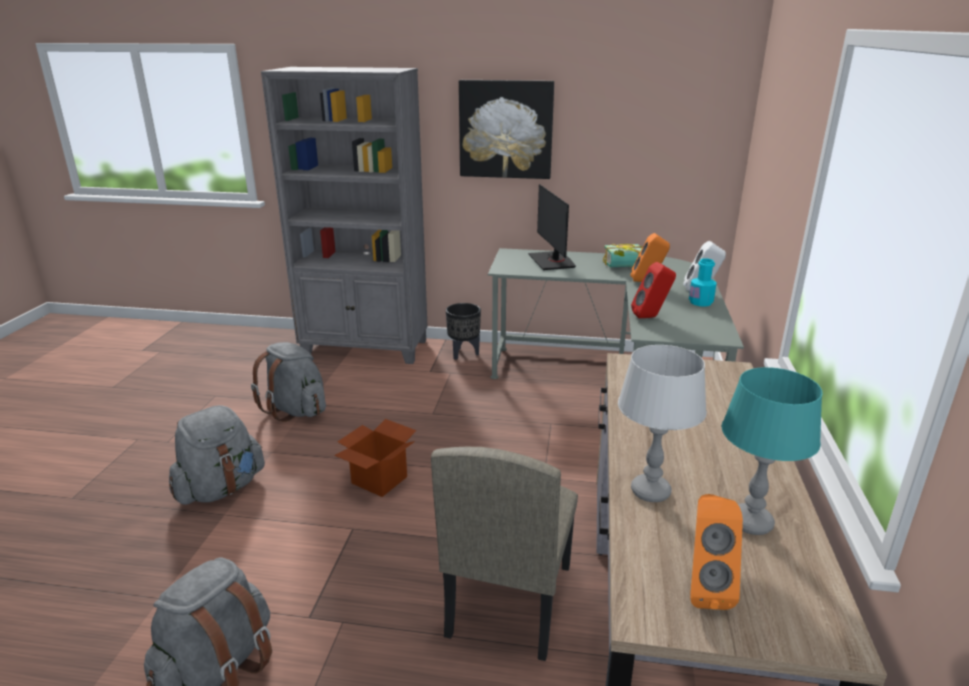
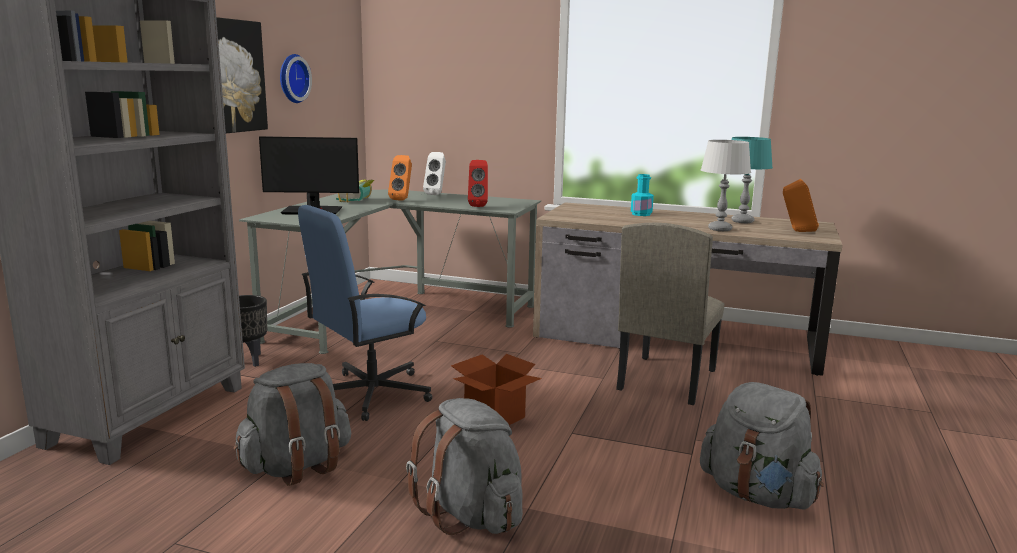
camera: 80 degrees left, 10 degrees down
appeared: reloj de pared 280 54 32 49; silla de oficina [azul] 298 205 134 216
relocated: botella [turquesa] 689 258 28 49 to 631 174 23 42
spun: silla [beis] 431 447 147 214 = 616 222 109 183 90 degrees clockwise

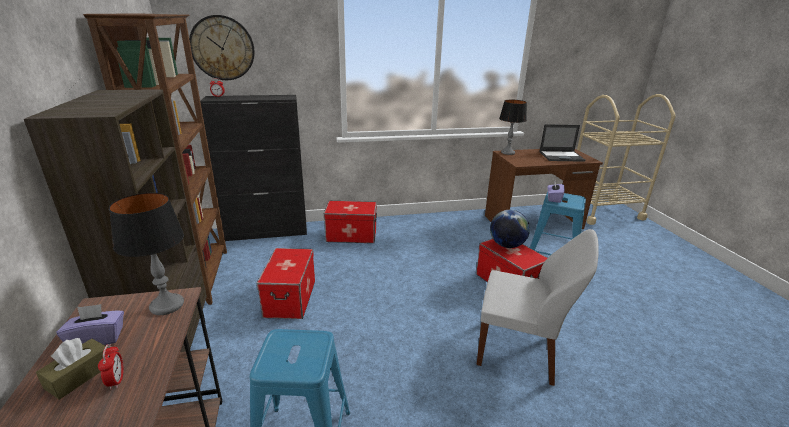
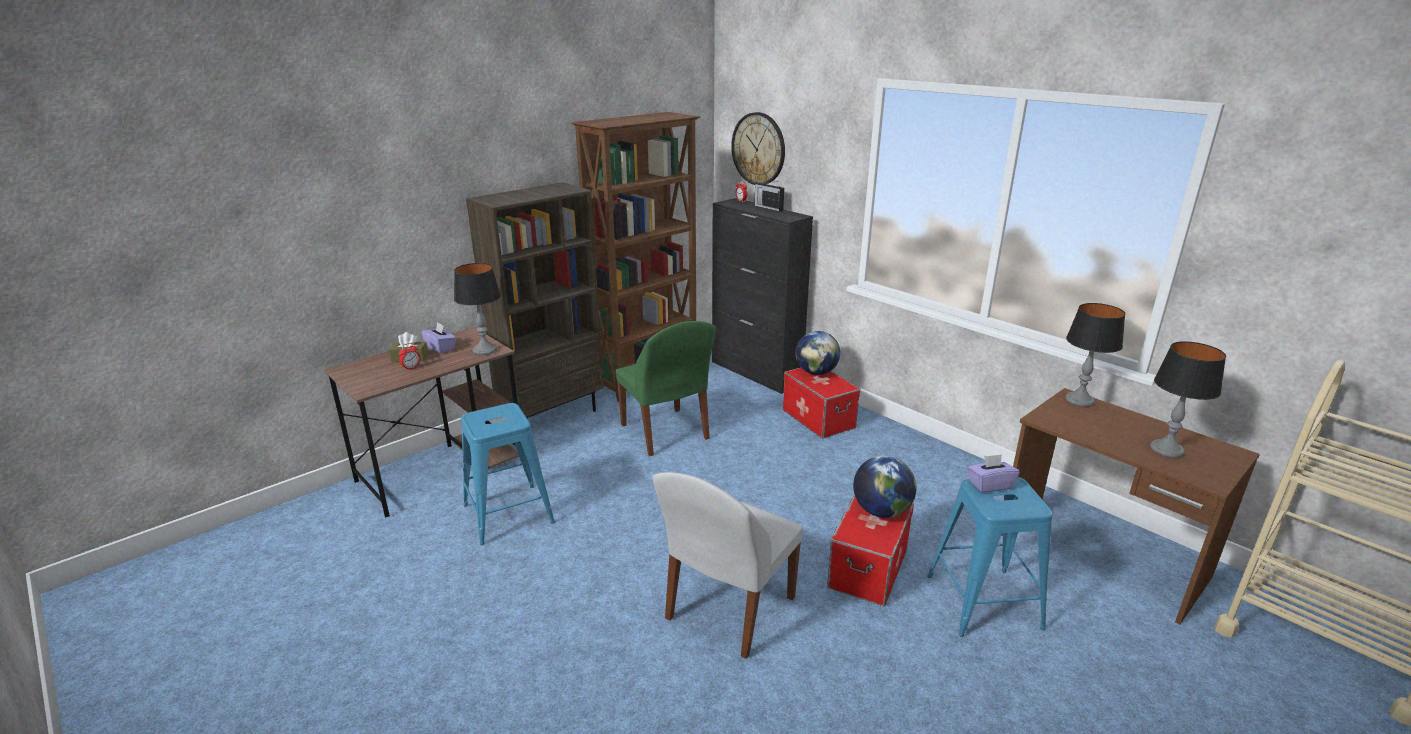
camera: 60 degrees right, 0 degrees up
appeared: radio 755 181 29 30; globo terráqueo 796 331 44 44
exchanged: caja de almacenaje 257 248 58 71 to silla [verde] 616 321 100 135; portátil 539 124 47 38 to lámpara de mesa 1150 341 76 117
spun: silla [blanco] 477 229 122 157 = 653 472 150 187 45 degrees clockwise

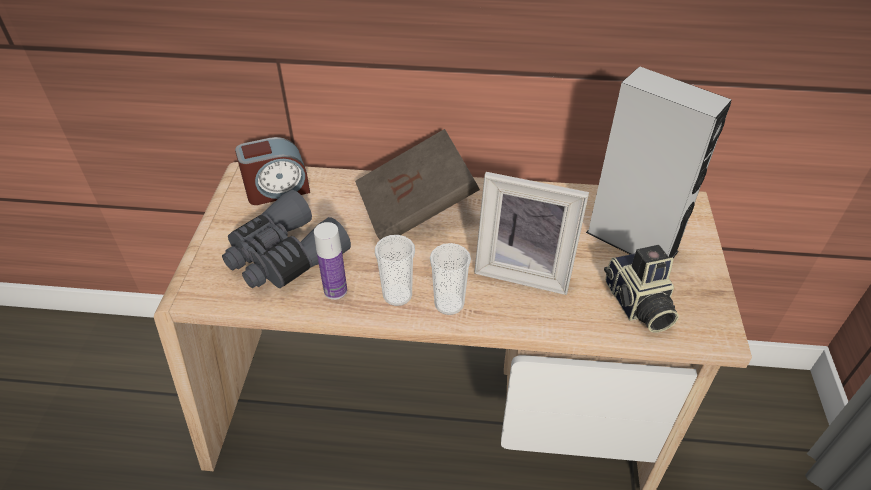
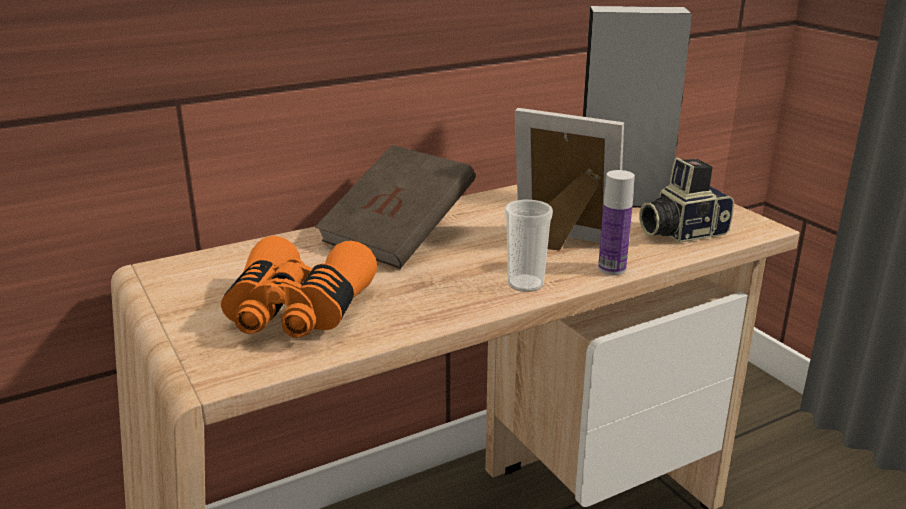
camera: 35 degrees left, 20 degrees down
missing: despertador 235 137 75 68; taza 375 235 40 71
relocated: botella 314 222 33 78 to 598 170 37 105
colour: prismáticos [gris] 222 190 129 98 to prismáticos [naranja] 221 236 156 102
spun: portarretratos 474 172 115 123 = 515 108 109 143 135 degrees counterclockwise; cámara 604 245 75 88 = 639 157 95 86 120 degrees clockwise

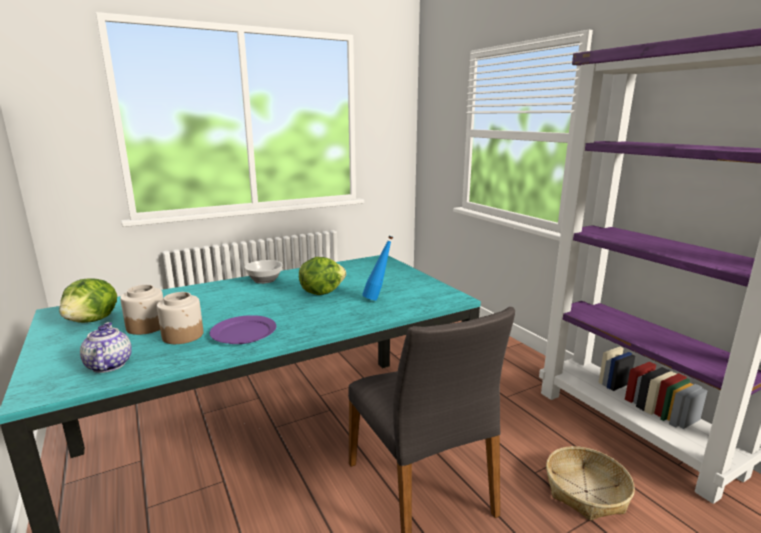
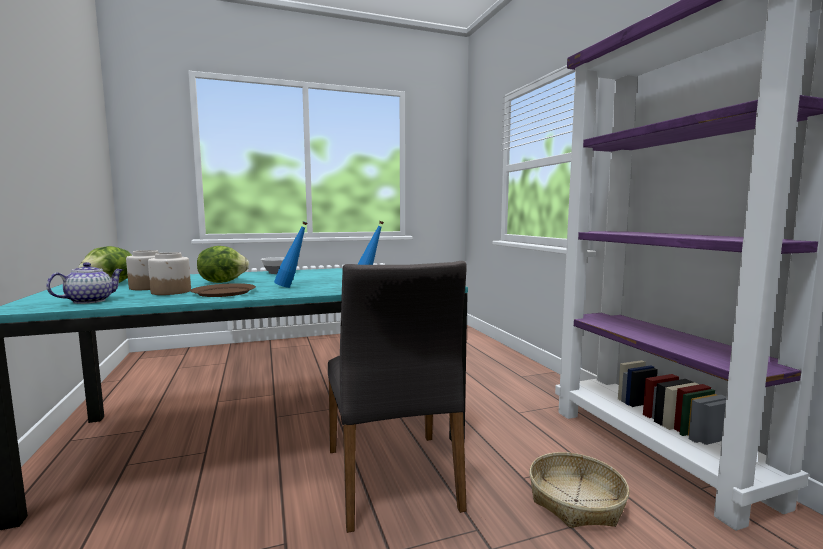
camera: 10 degrees right, 10 degrees down
appeared: botella [azul] 274 221 33 67
relocated: lechuga 299 257 47 38 to 197 246 52 37
colour: plato [morado] 210 315 66 29 to plato [marrón] 190 283 66 14
spun: tetera 80 322 52 51 = 46 262 78 42 45 degrees clockwise

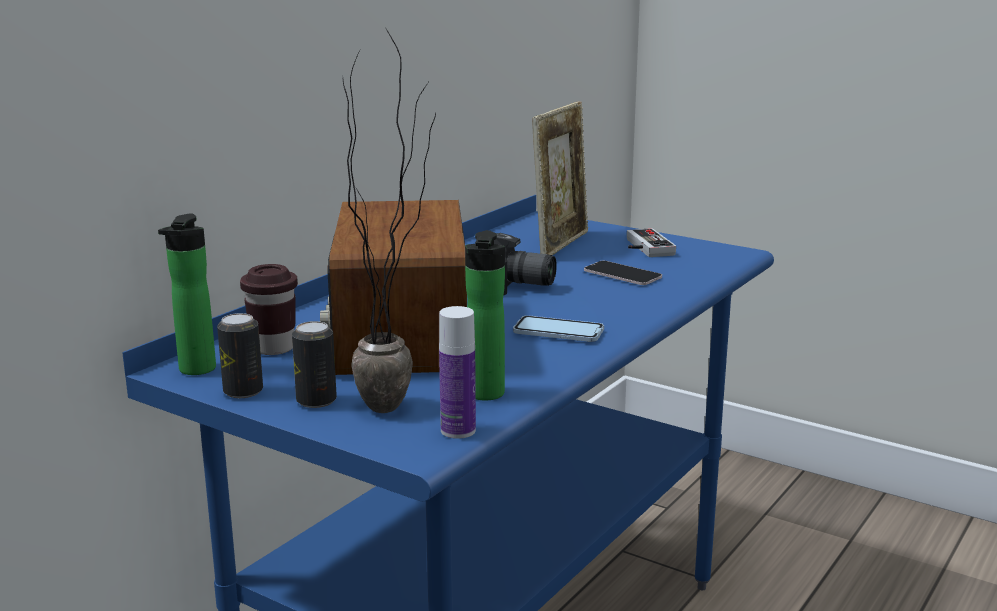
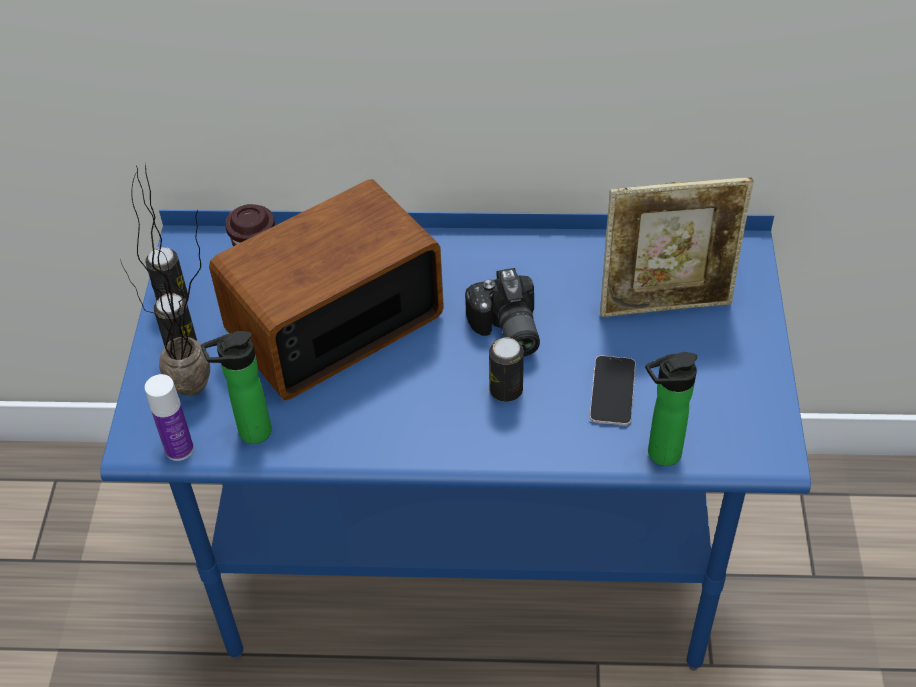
camera: 60 degrees right, 30 degrees up
missing: móvil 513 315 91 27; mando de consola 627 228 49 29
appeared: lata 489 337 35 65
relocated: botella 158 213 58 162 to 645 352 52 114

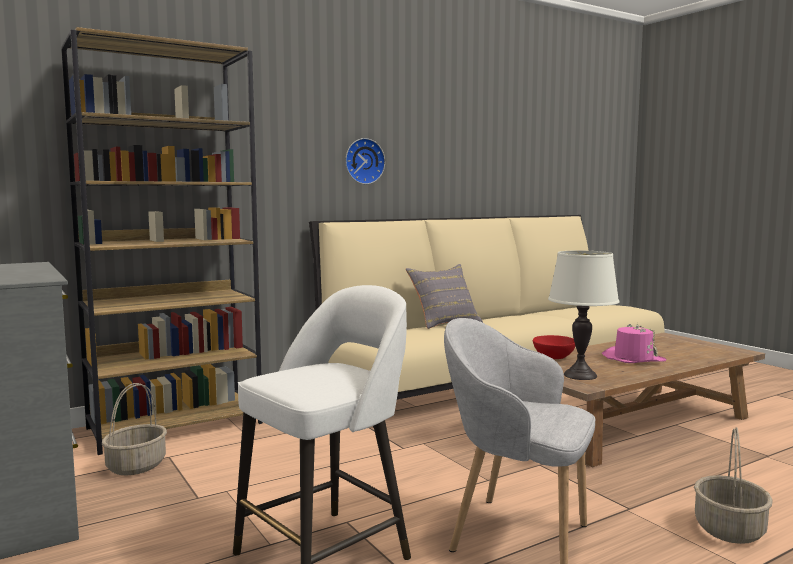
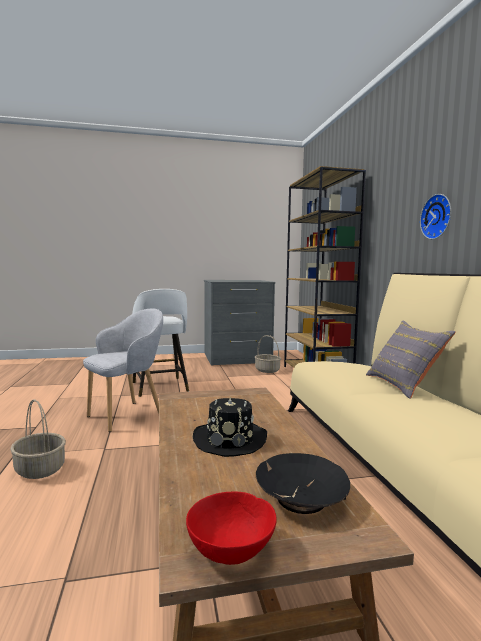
camera: 110 degrees right, 0 degrees up
missing: lámpara de mesa [blanco] 548 250 71 130
appeared: cuenco [negro] 256 453 94 61
relocated: cuenco [rojo] 533 335 42 24 to 186 492 91 73
colour: sombrero [rosa] 602 323 64 40 to sombrero [negro] 193 397 74 60

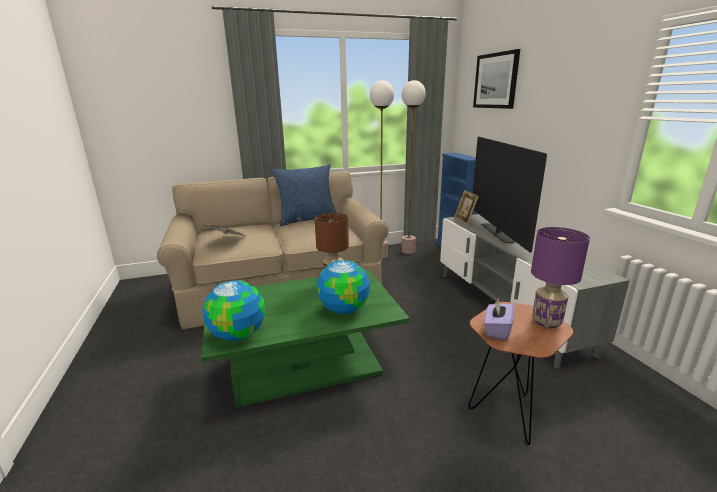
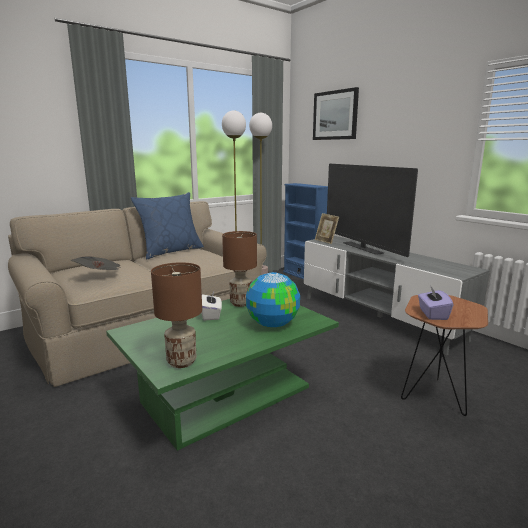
camera: 20 degrees left, 5 degrees down
missing: lámpara de mesa [morado] 531 227 59 101
appeared: caja de pañuelos [blanco] 201 291 21 29
exchanged: globo terráqueo 202 281 63 60 to lámpara de mesa [marrón] 151 262 51 106

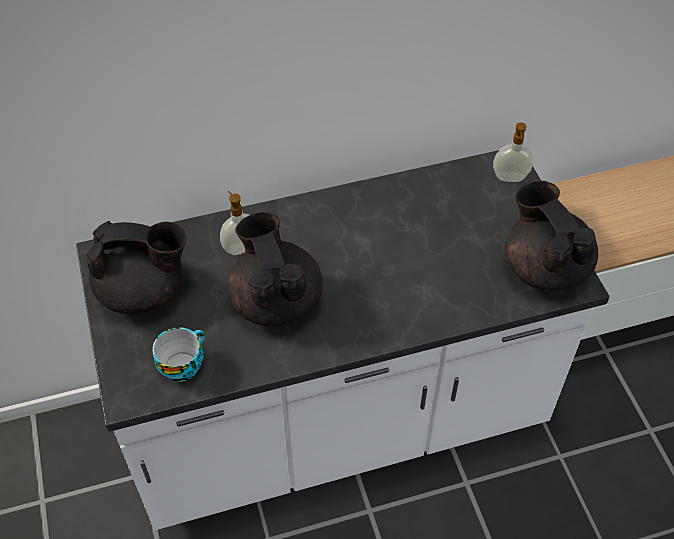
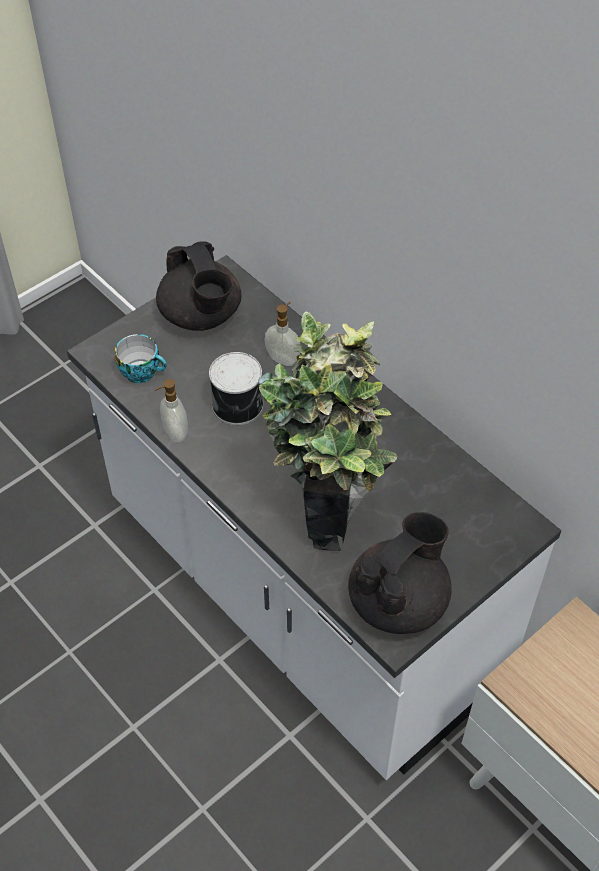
camera: 65 degrees right, 0 degrees up
appeared: planta en maceta 258 311 139 240
relocated: dispensador de jabón 493 123 41 59 to 155 379 33 64
exchanged: tetera [negro] 228 212 95 115 to lata 209 352 54 73

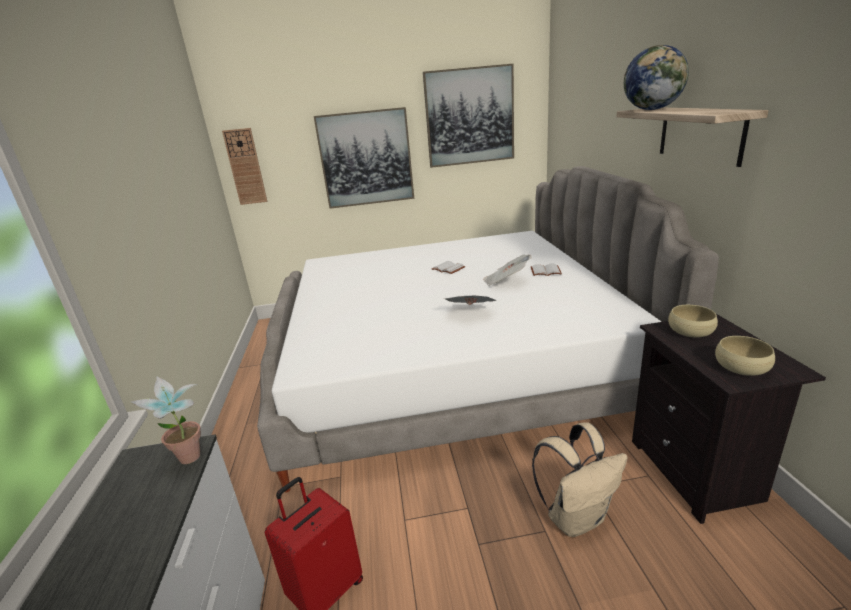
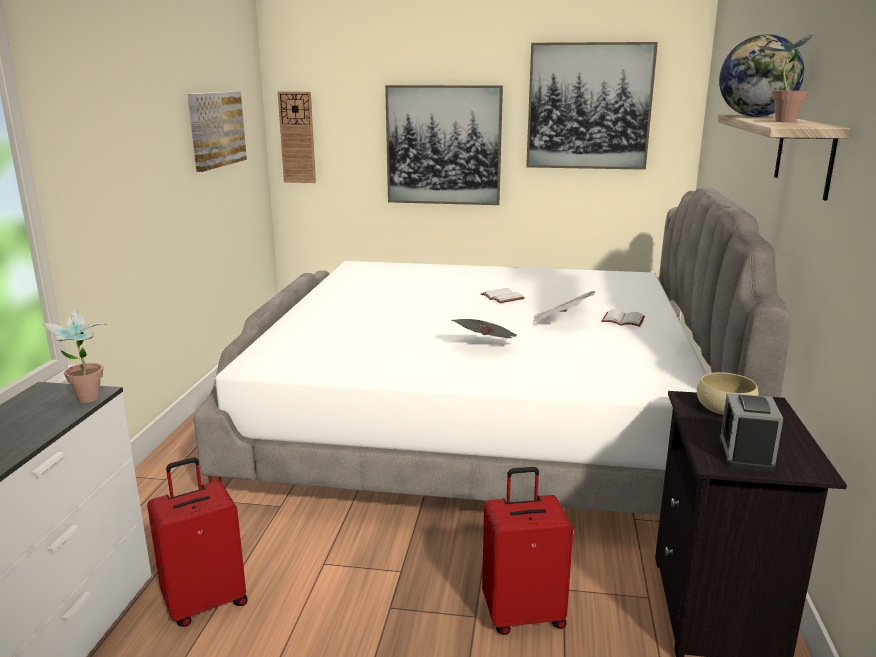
camera: 15 degrees right, 5 degrees down
appeared: cuadro 188 91 59 81; planta en maceta 758 30 58 92
exchanged: mochila [beis] 532 422 96 115 to maleta [rojo] 482 467 91 168; cuenco [beis] 715 336 60 40 to despertador 719 393 64 79

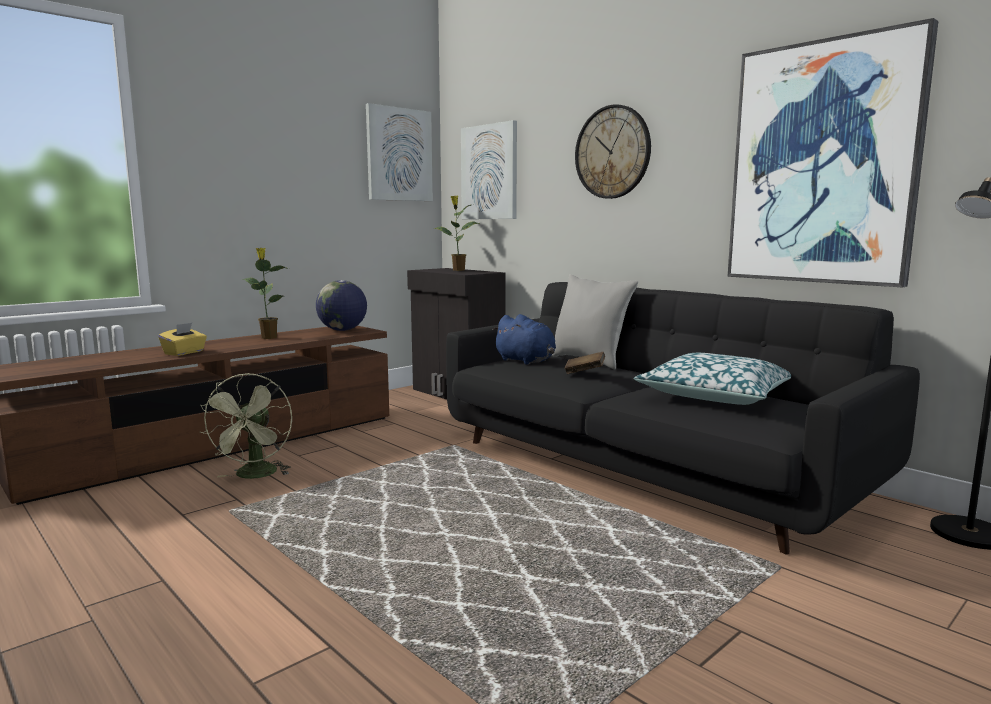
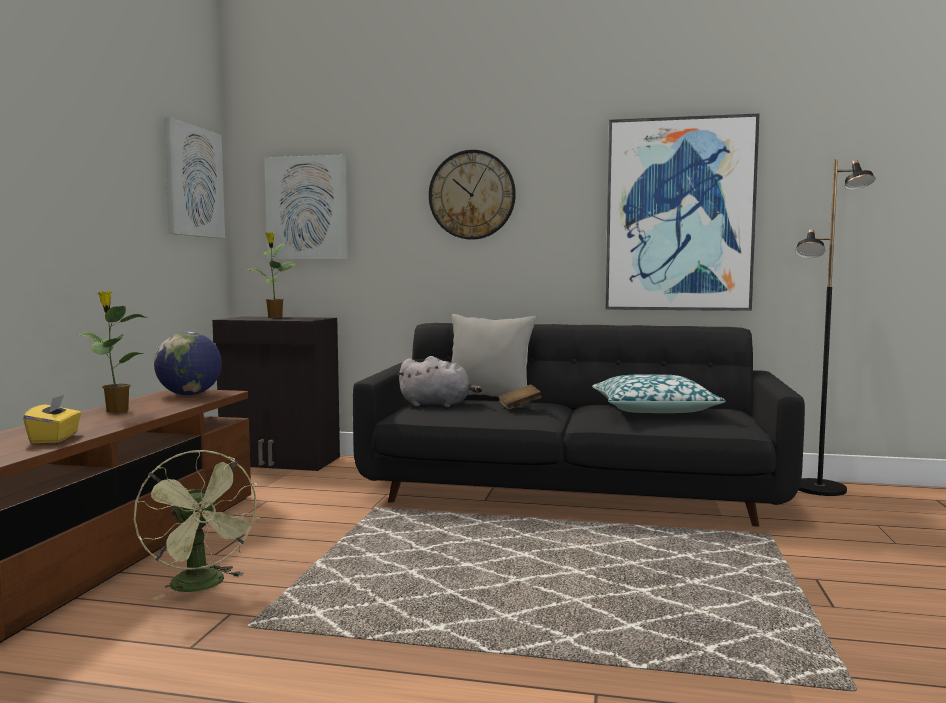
camera: 35 degrees left, 5 degrees down
colour: peluche [azul] 492 314 64 51 to peluche [gris] 397 356 86 51

